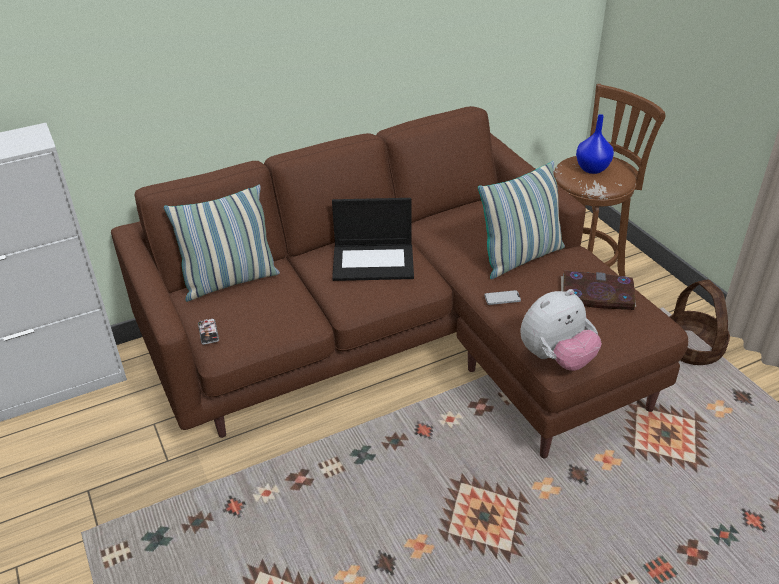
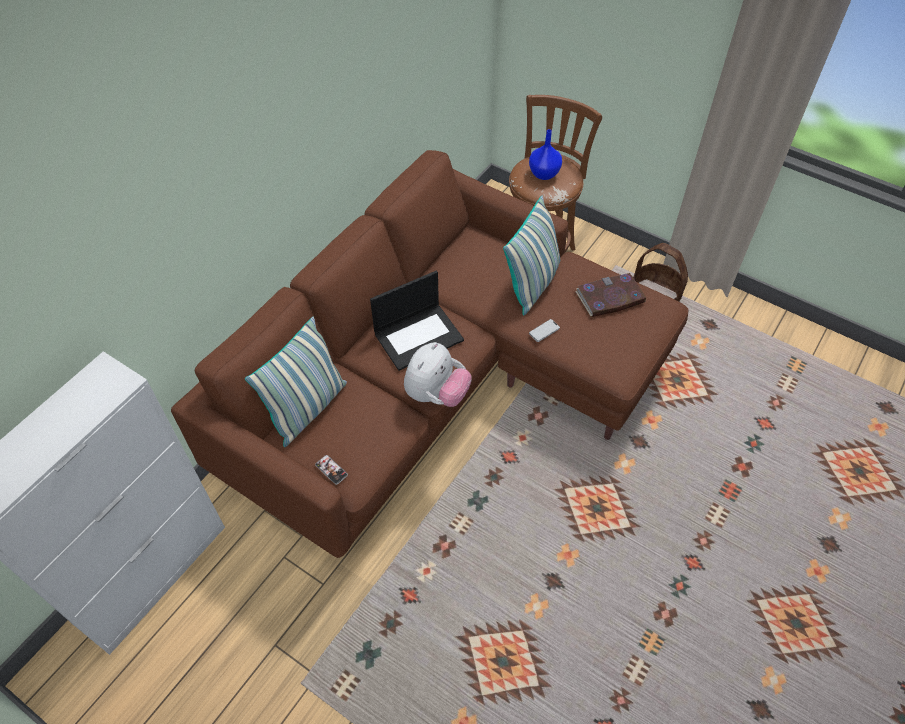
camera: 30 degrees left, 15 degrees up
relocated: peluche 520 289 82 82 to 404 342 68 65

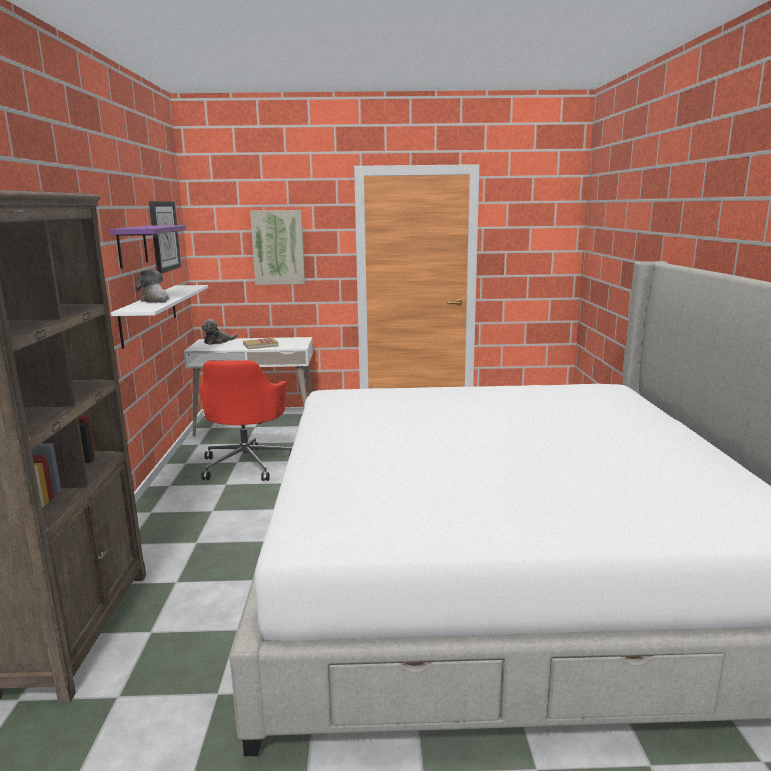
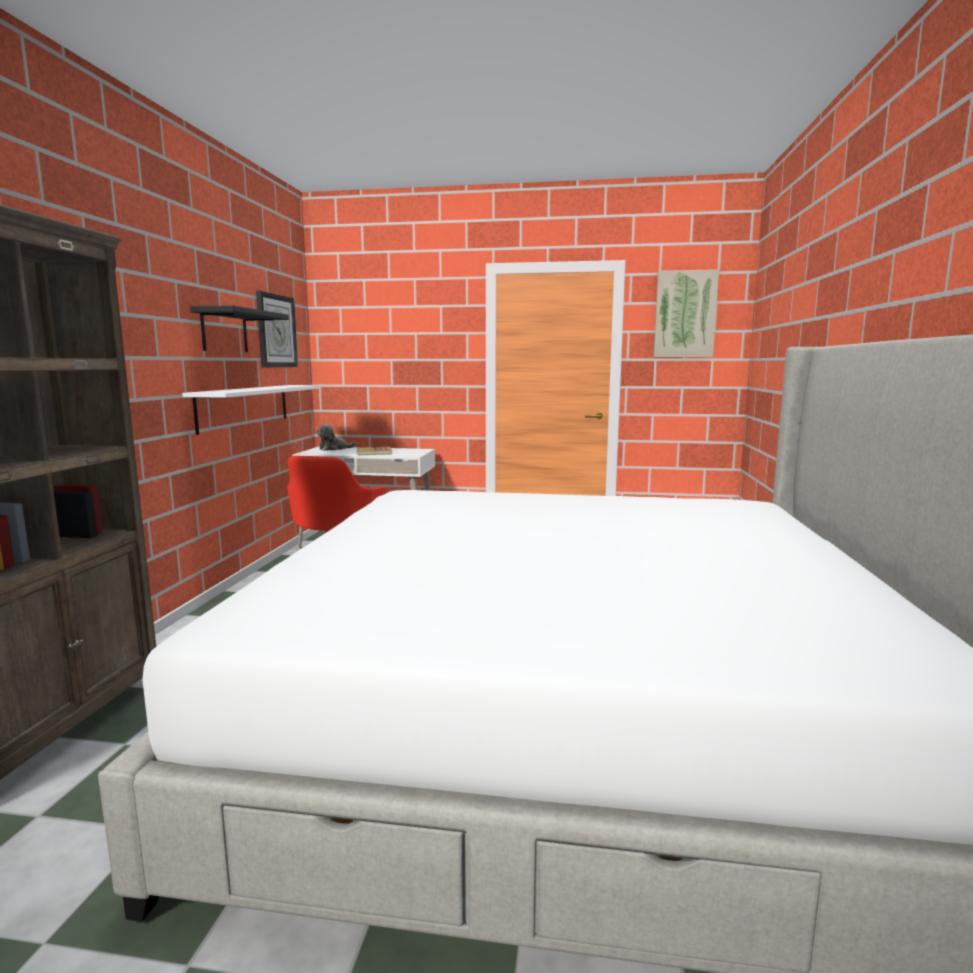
camera: 10 degrees right, 5 degrees down
missing: peluche 136 269 33 34
relocated: cuadro 250 210 55 75 to 654 269 65 88
colour: estante [morado] 110 225 76 44 to estante [negro] 190 305 99 47

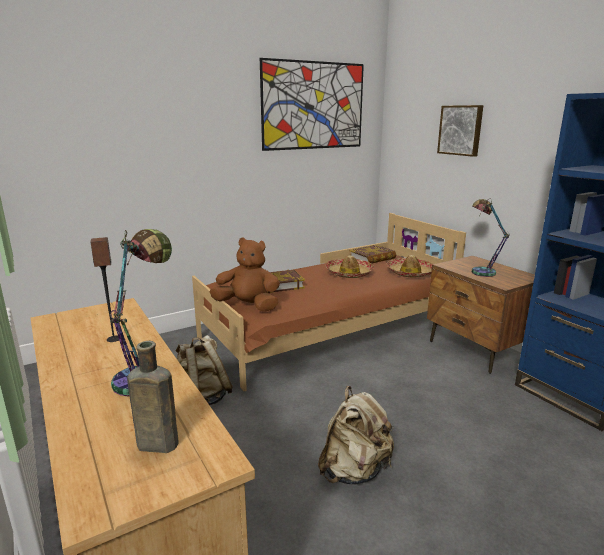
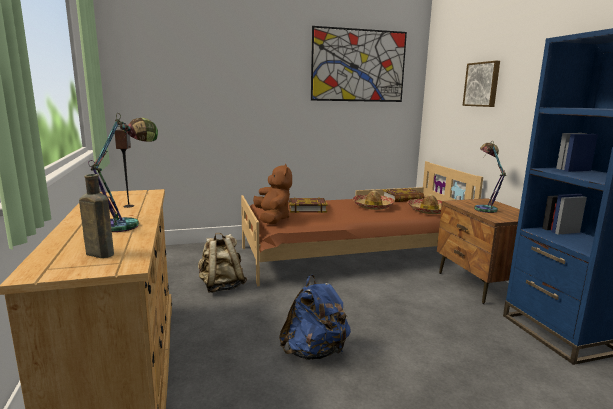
camera: 15 degrees right, 5 degrees down
colour: mochila [beis] 318 386 76 99 to mochila [azul] 279 274 72 86
spun: peluche [marrón] 209 237 71 74 = 253 164 39 60 45 degrees clockwise

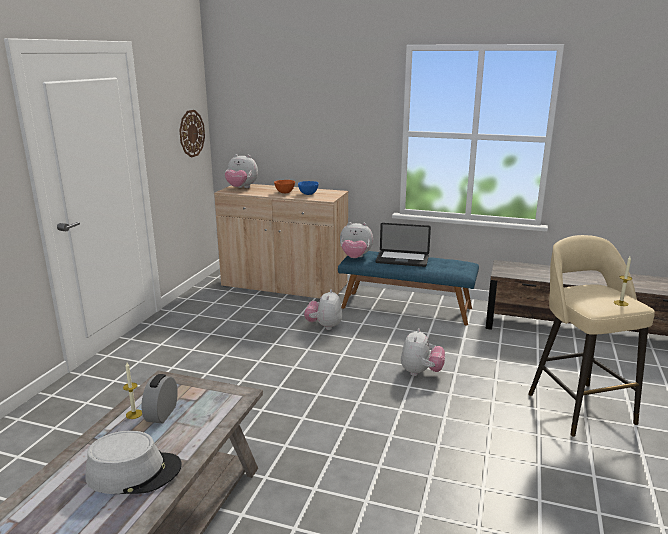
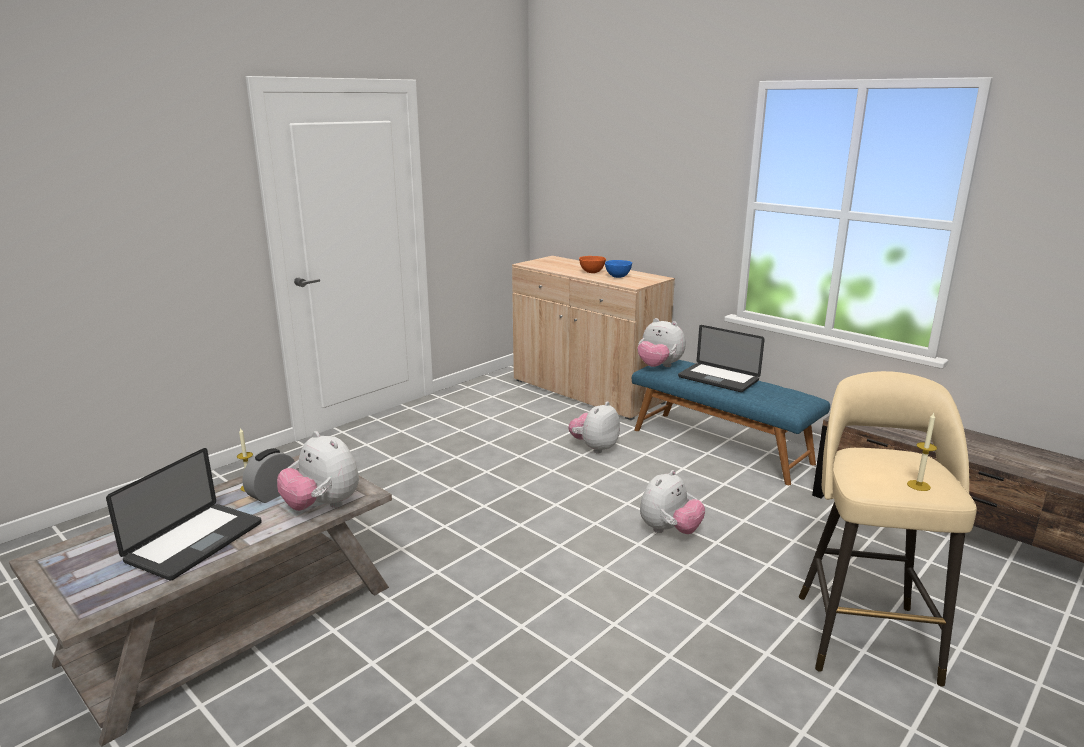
camera: 25 degrees right, 0 degrees up
missing: reloj de pared 179 110 26 47
relocated: peluche 225 154 33 34 to 277 431 82 80
exchanged: sombrero [gris] 86 431 96 63 to portátil 106 448 156 133

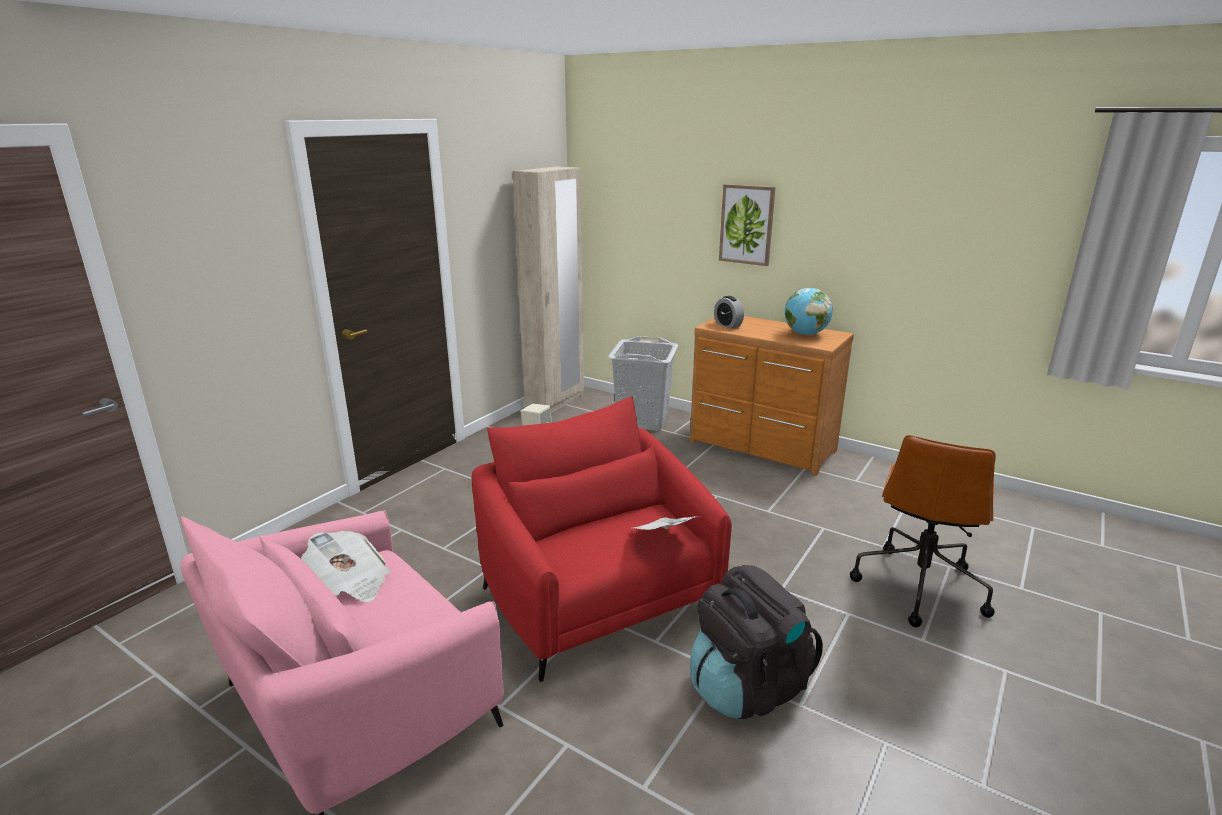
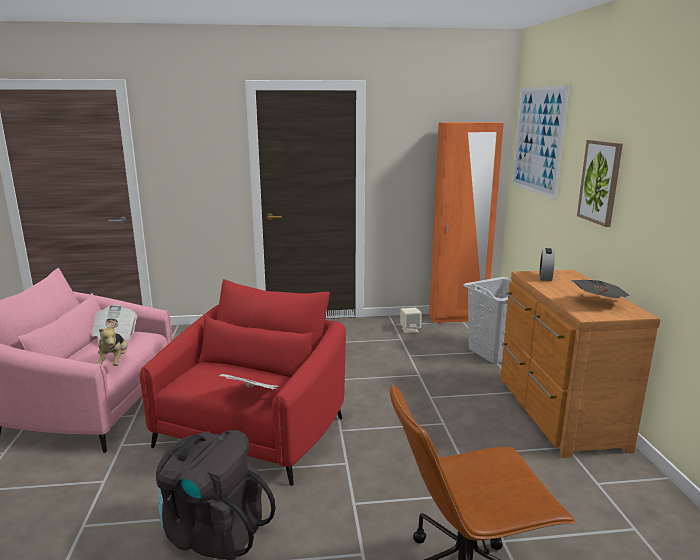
camera: 50 degrees right, 5 degrees down
appeared: peluche 96 323 32 43; cuadro 512 85 58 115
exchanged: globo terráqueo 784 288 49 47 to periódico 572 280 57 18
colour: armario ropero [beis] 513 167 71 245 to armario ropero [naranja] 429 122 75 201

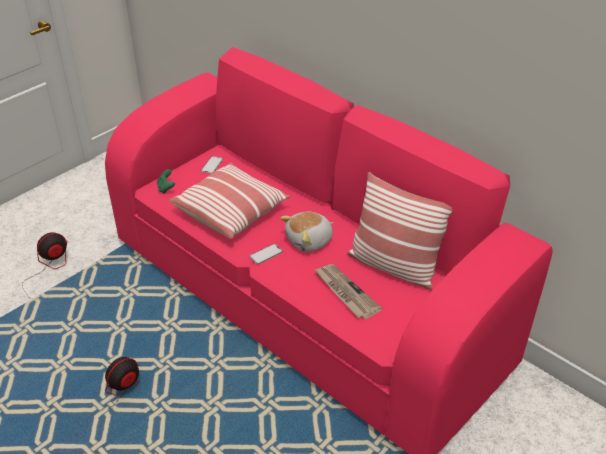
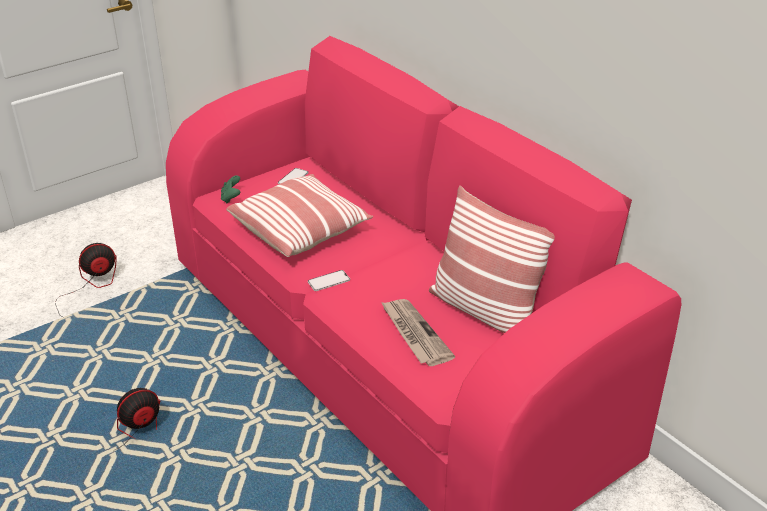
camera: 10 degrees right, 5 degrees down
missing: peluche 280 212 53 40

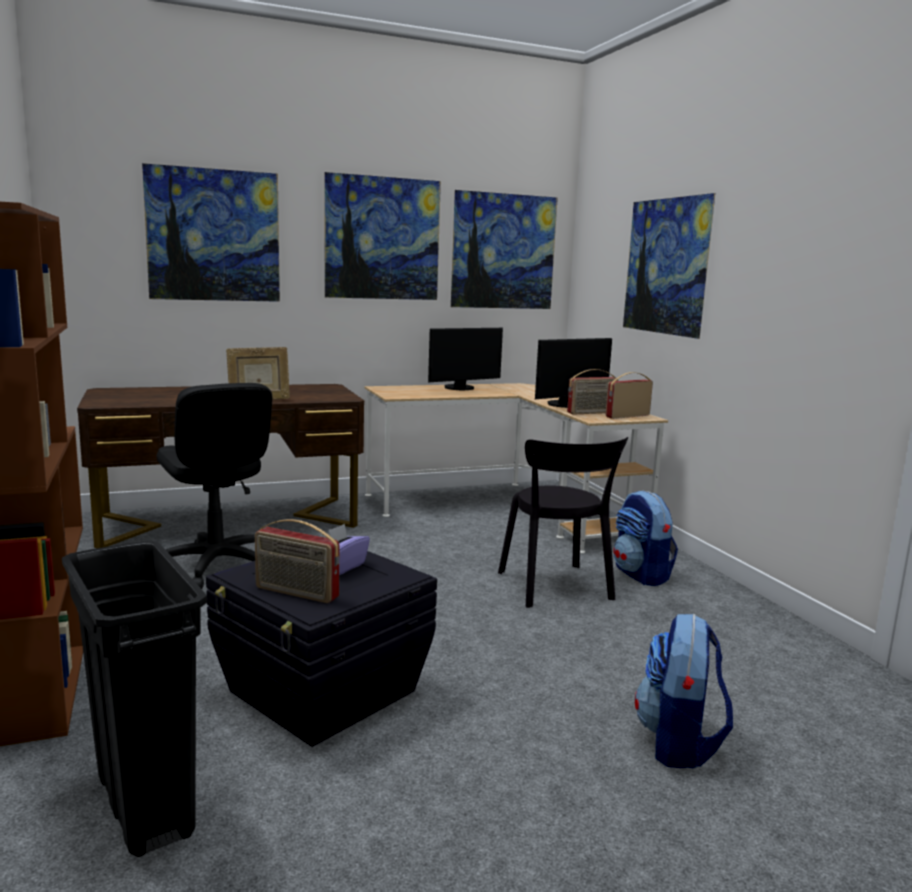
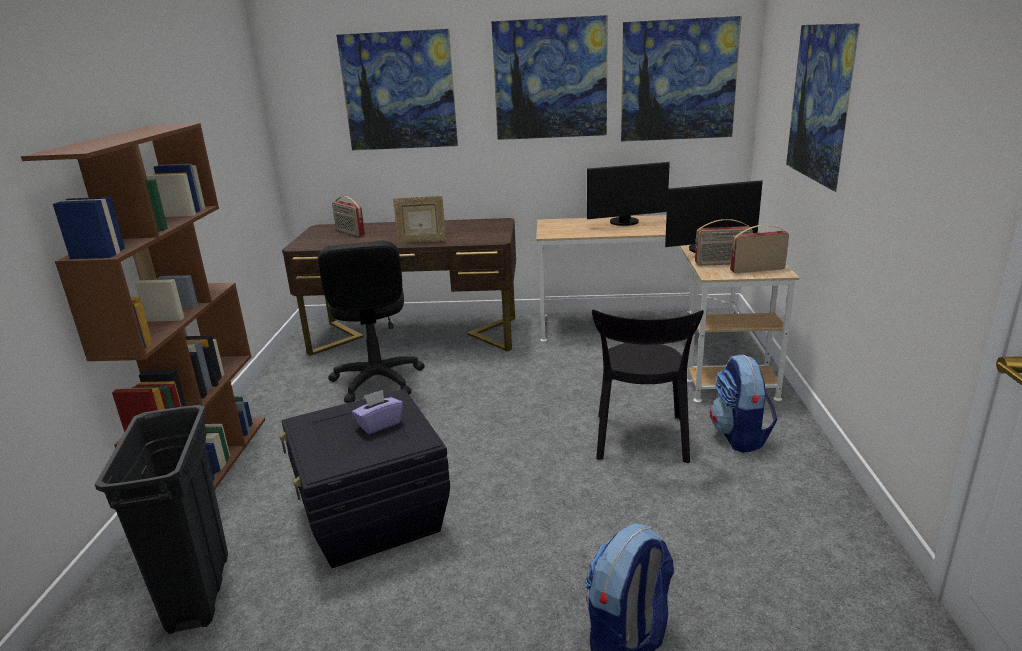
camera: 25 degrees right, 10 degrees up
relocated: radio 255 519 84 84 to 332 196 33 40

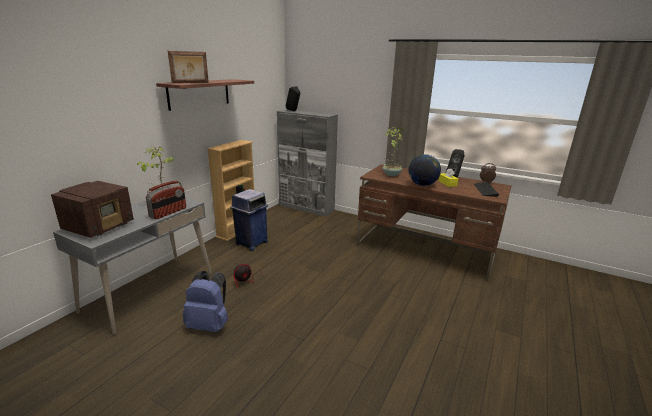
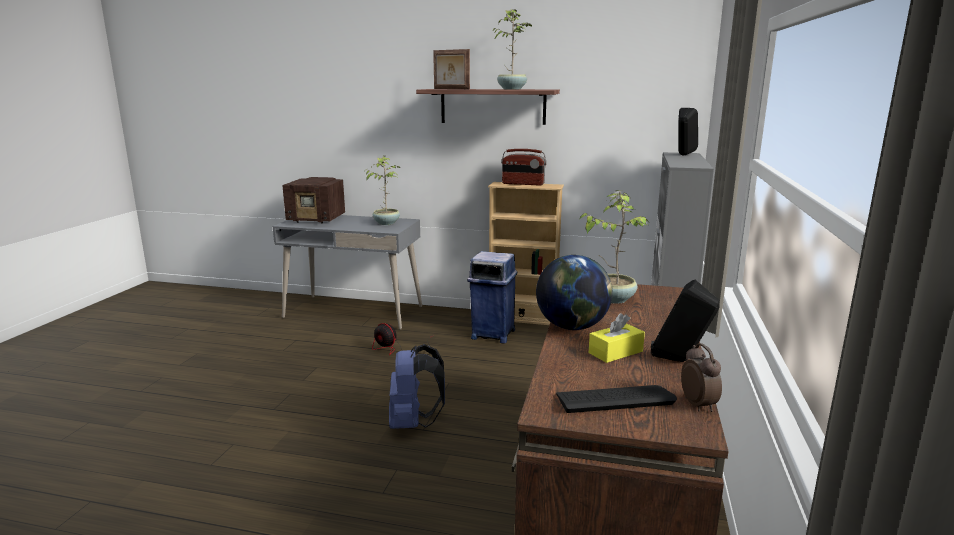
camera: 75 degrees right, 5 degrees down
appeared: planta en maceta 492 9 41 81
relocated: radio 146 181 40 38 to 501 149 46 37; mochila [azul] 183 271 45 61 to 389 344 56 85

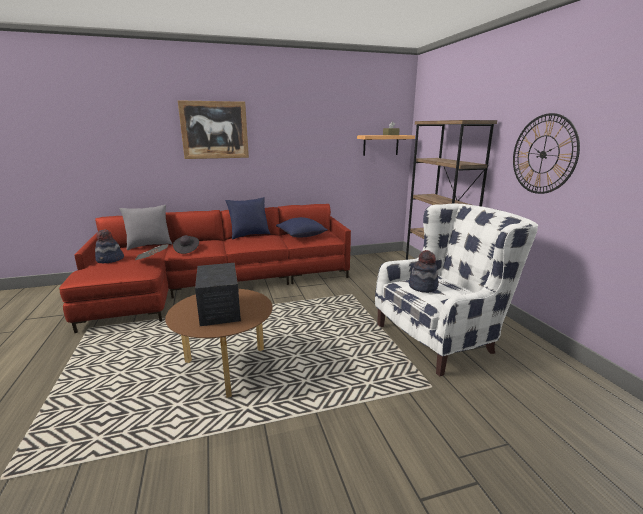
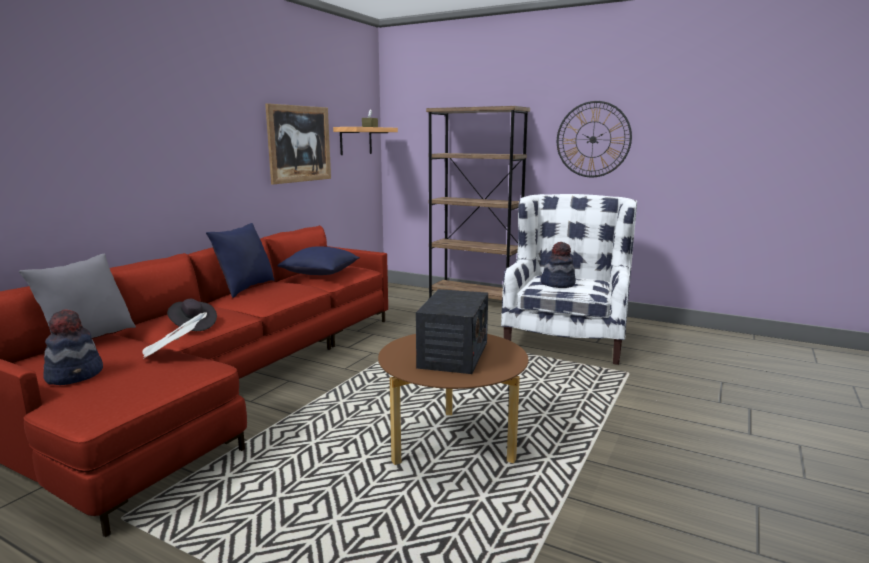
camera: 45 degrees left, 5 degrees down
relocated: cuadro 178 100 71 59 to 265 103 66 81
spun: radio 195 263 46 63 = 416 289 72 85 75 degrees clockwise

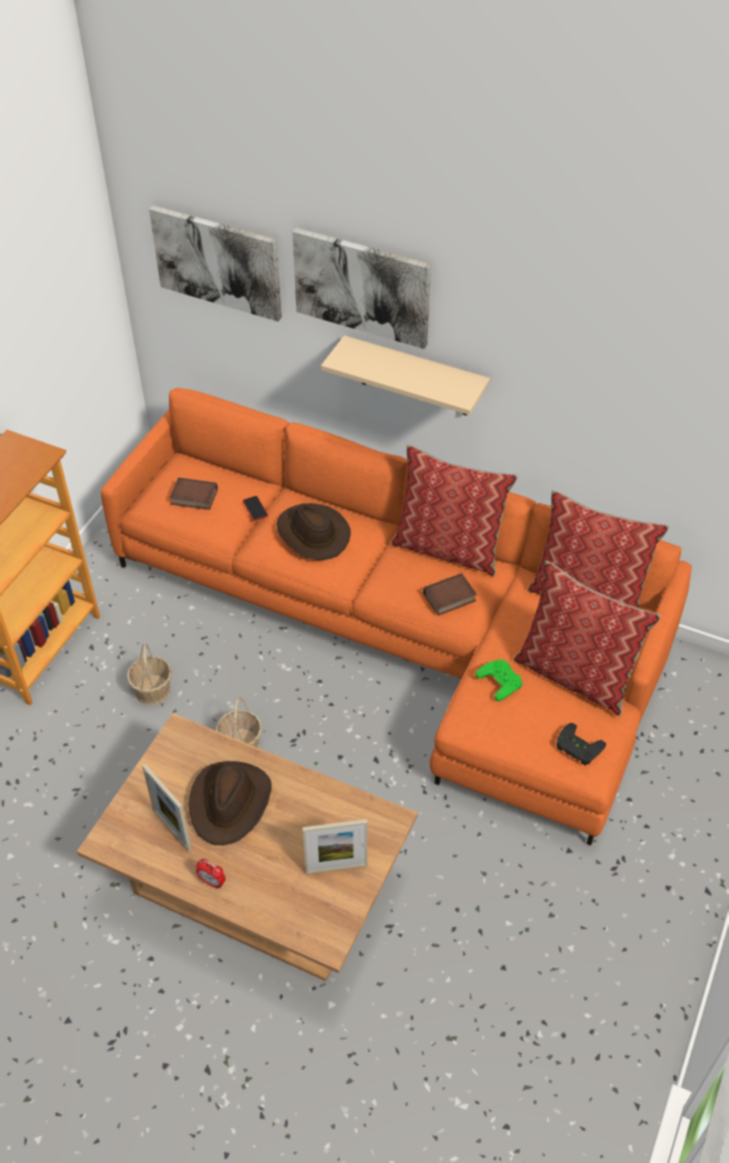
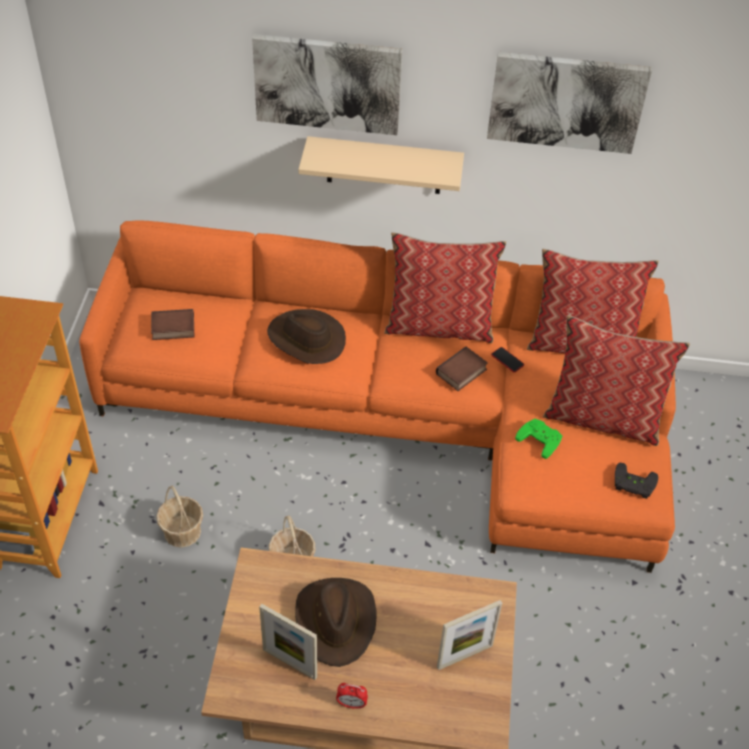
camera: 20 degrees left, 0 degrees up
relocated: cuadro 149 205 133 116 to 487 52 165 102; móvil 243 496 25 25 to 491 347 33 25

